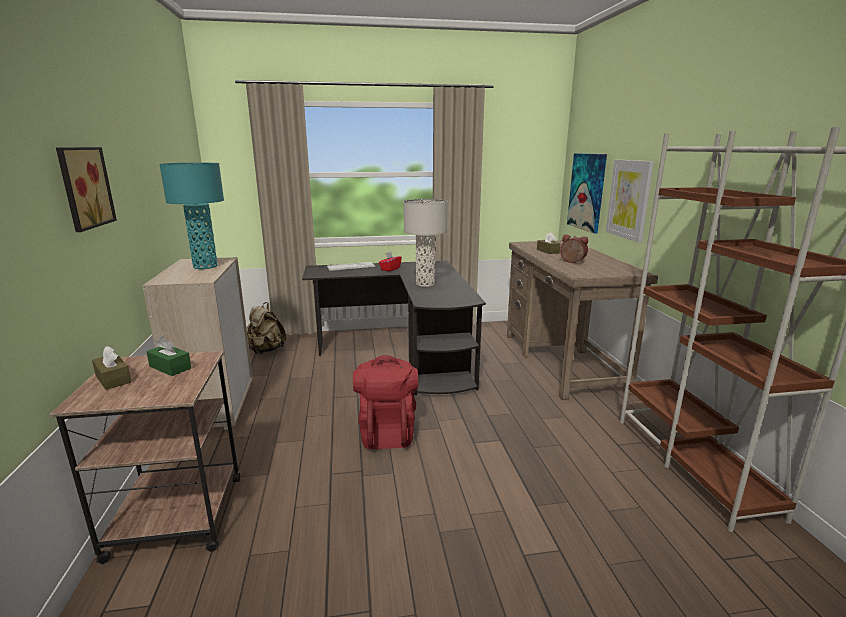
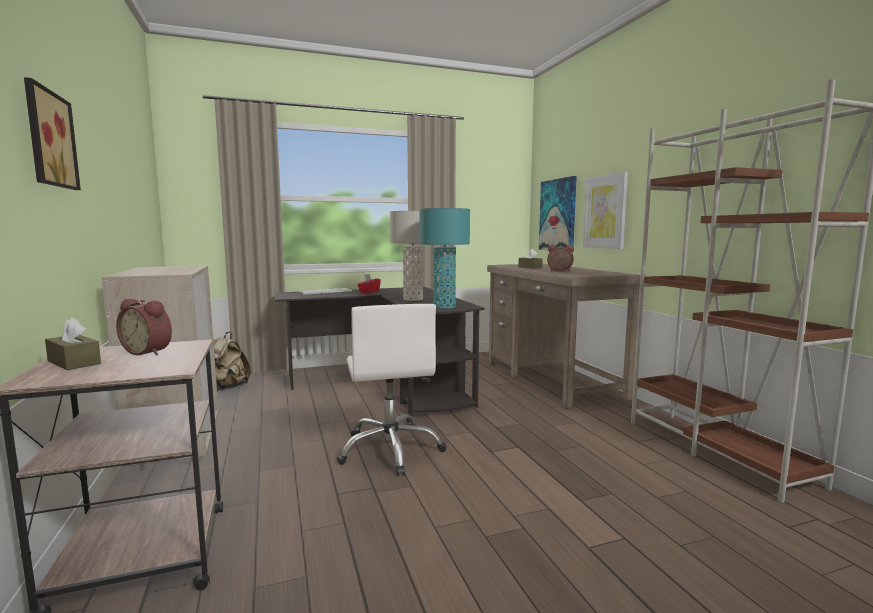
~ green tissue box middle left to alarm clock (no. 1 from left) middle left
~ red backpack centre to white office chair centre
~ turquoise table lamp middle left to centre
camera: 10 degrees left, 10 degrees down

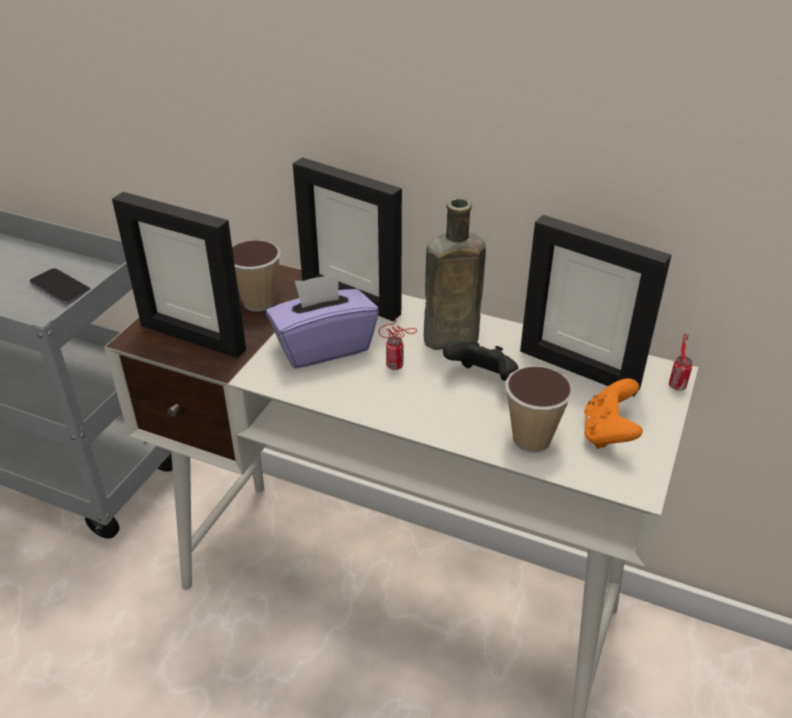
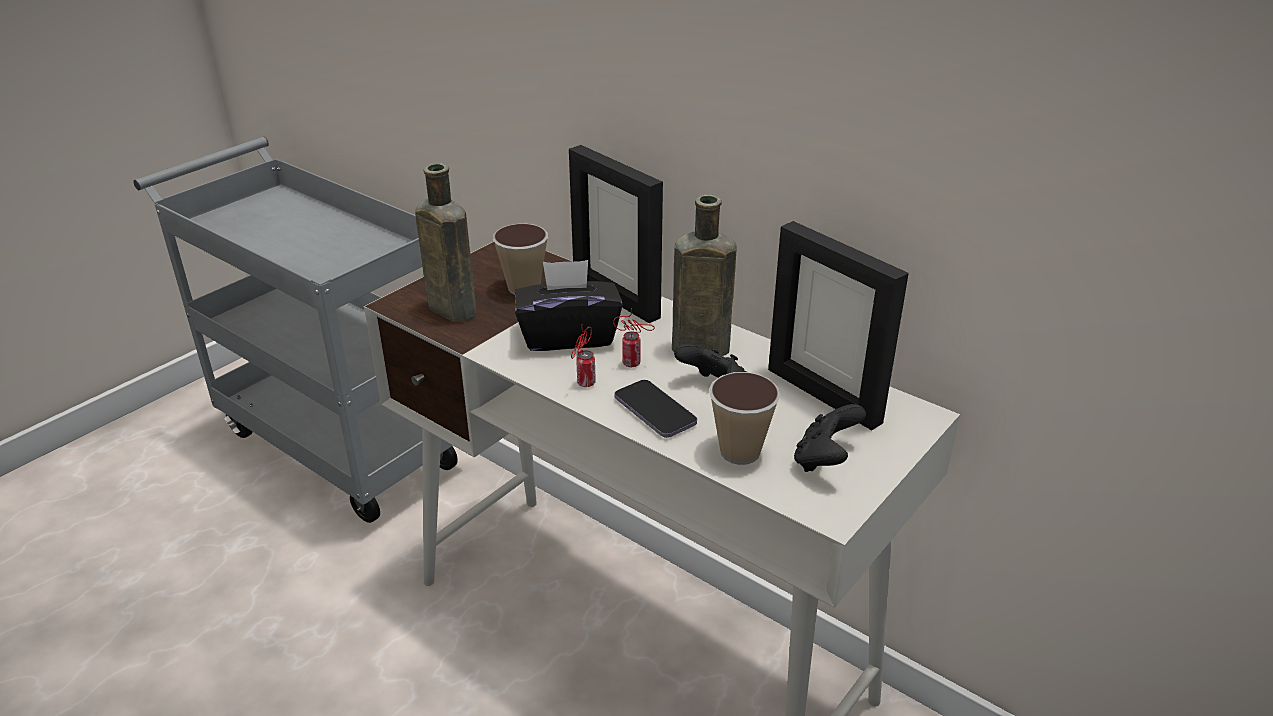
~ picture frame (no. 1 from left) middle left to brown bottle (no. 1 from left) centre
~ purple tissue box centre to black tissue box centre
~ can (no. 2 from left in the first image) middle right to can (no. 1 from left) centre
~ phone middle left to centre
~ orange game controller middle right to black game controller (no. 2 from left) centre
camera: 15 degrees right, 5 degrees down

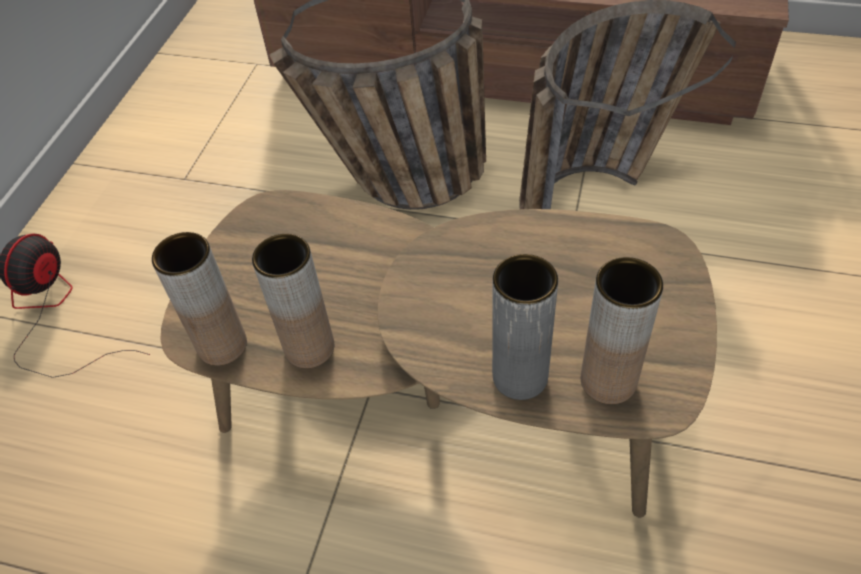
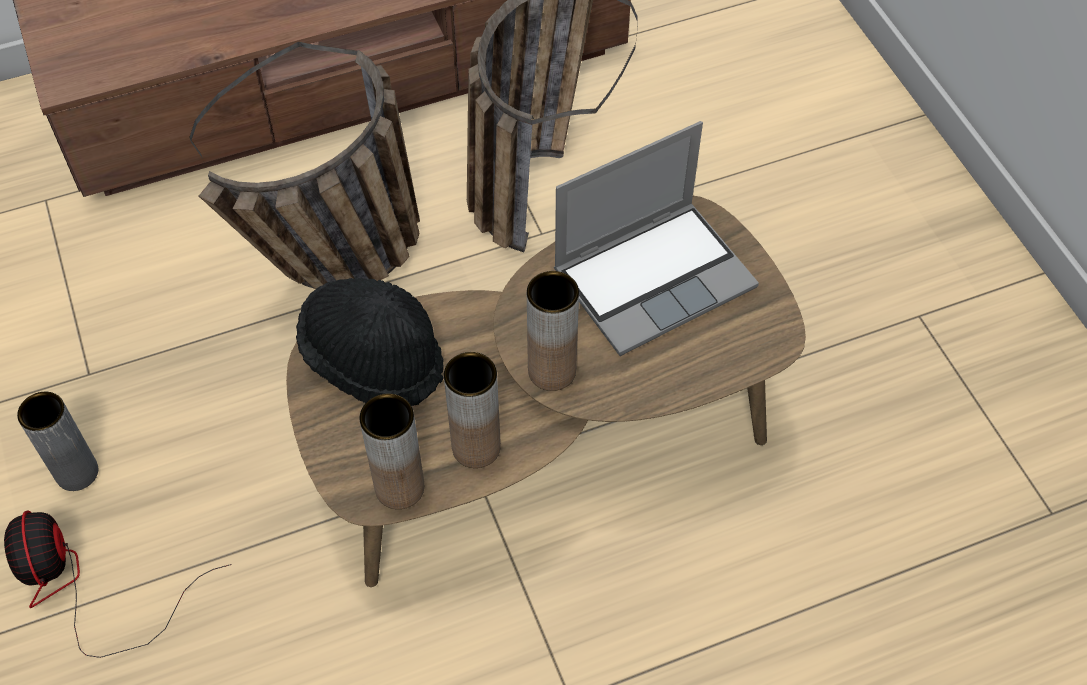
~ grey vase centre to middle left
+ black hat centre
~ brown vase (no. 3 from left) middle right to centre
+ laptop centre
camera: 40 degrees left, 5 degrees up

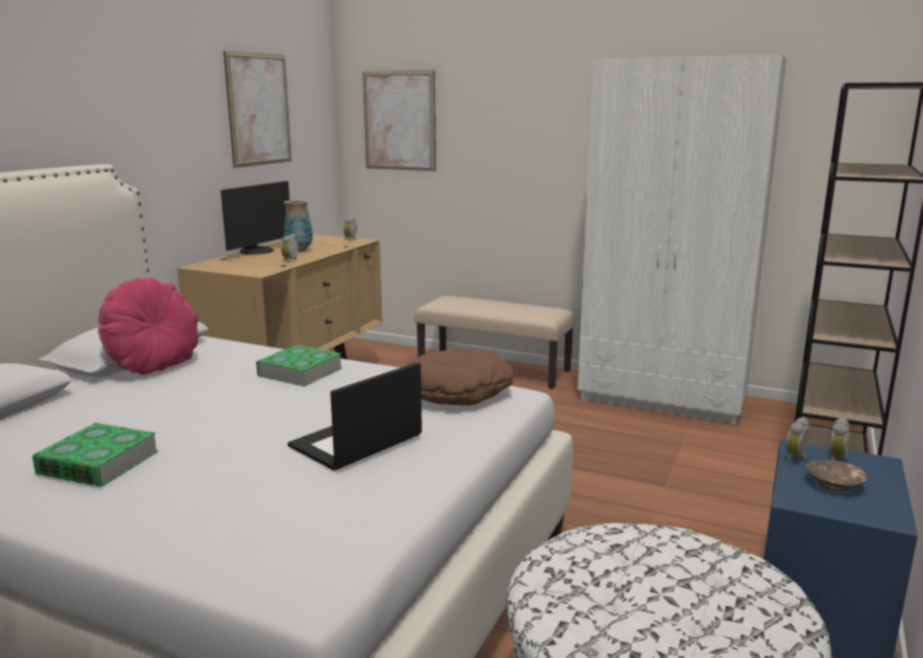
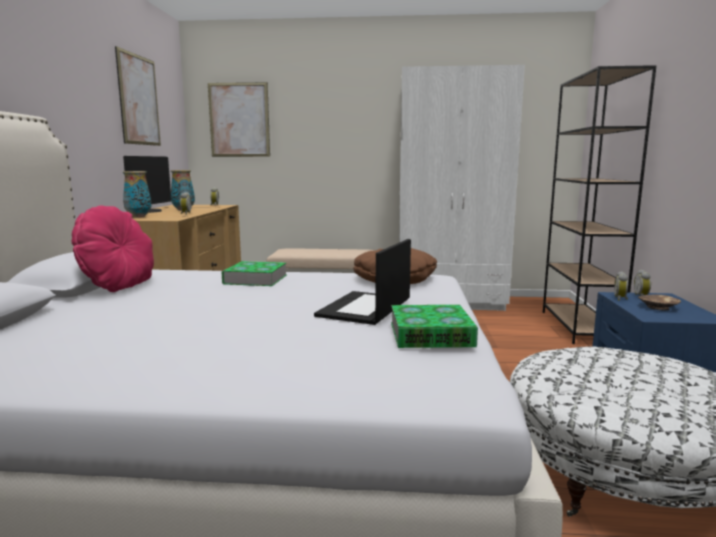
+ vase (no. 1 from left) middle left
~ book (no. 1 from left in the first image) bottom left to book (no. 2 from left) centre
camera: 20 degrees left, 5 degrees down

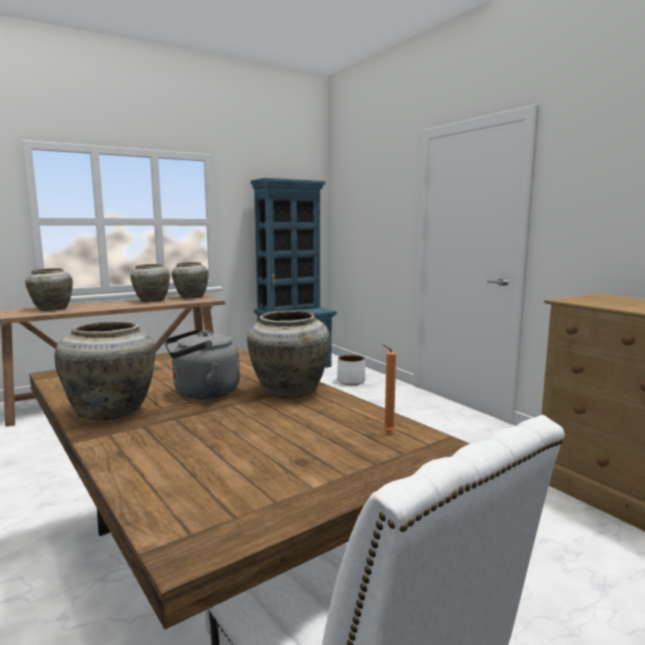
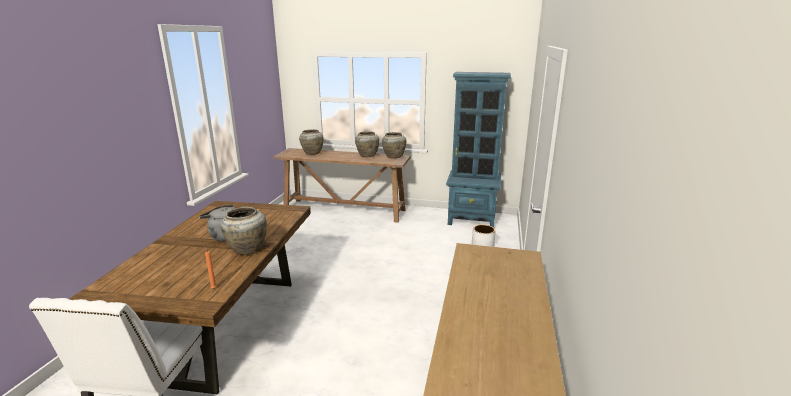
- beige vase (no. 2 from left) middle left
camera: 45 degrees right, 10 degrees up

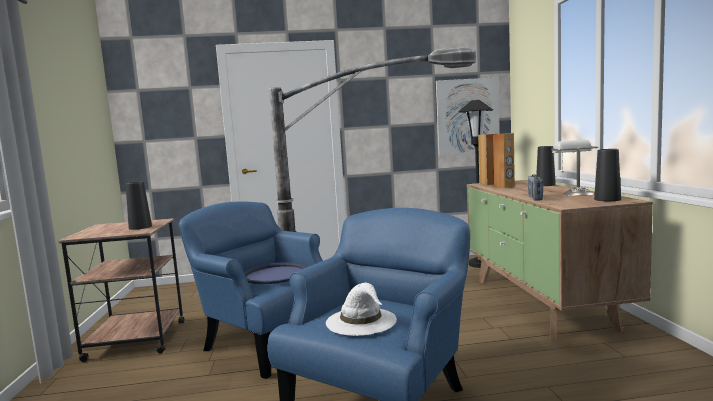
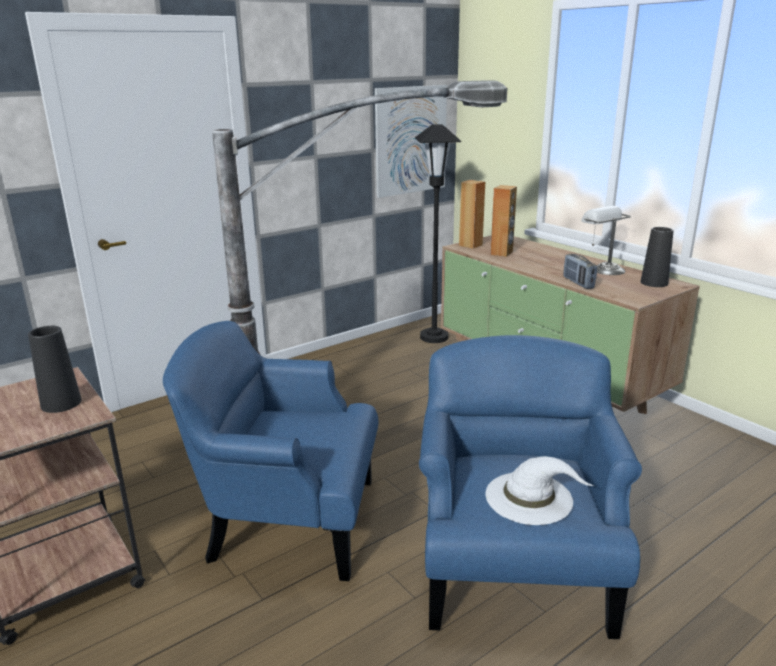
- blue tray bottom centre
- black vase (no. 2 from left) middle right
camera: 30 degrees left, 15 degrees up

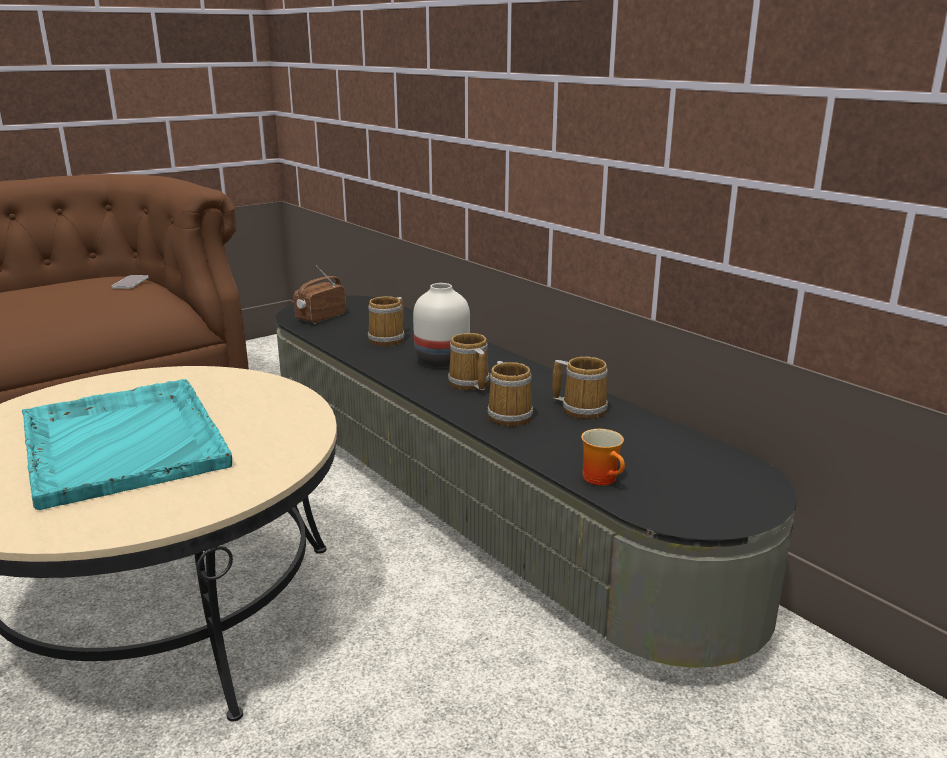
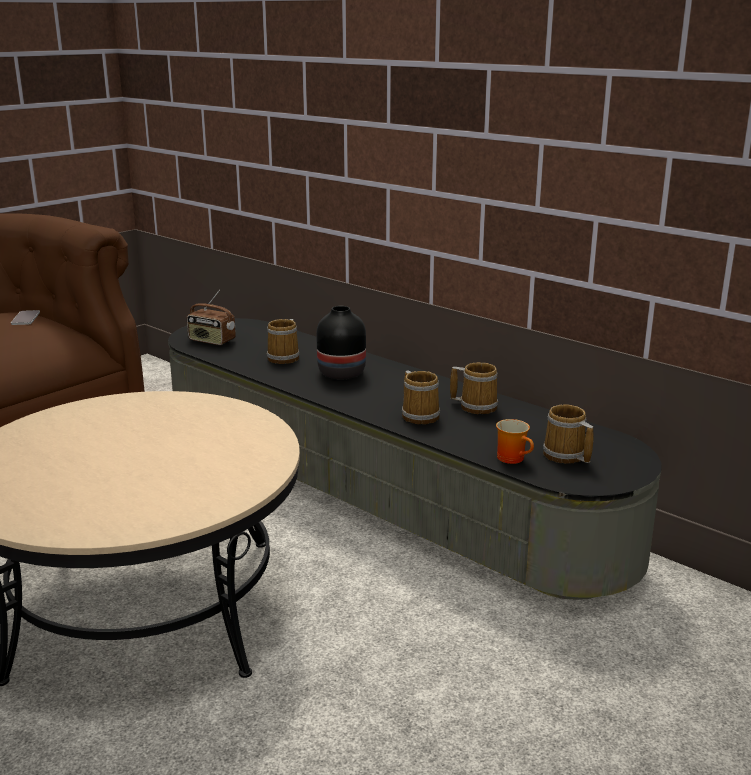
~ radio centre = middle left 90 degrees counterclockwise
~ white vase centre to black vase centre
~ mug (no. 2 from left in the first image) centre to mug (no. 5 from left) middle right
- turquoise tray middle left
camera: 10 degrees left, 0 degrees up

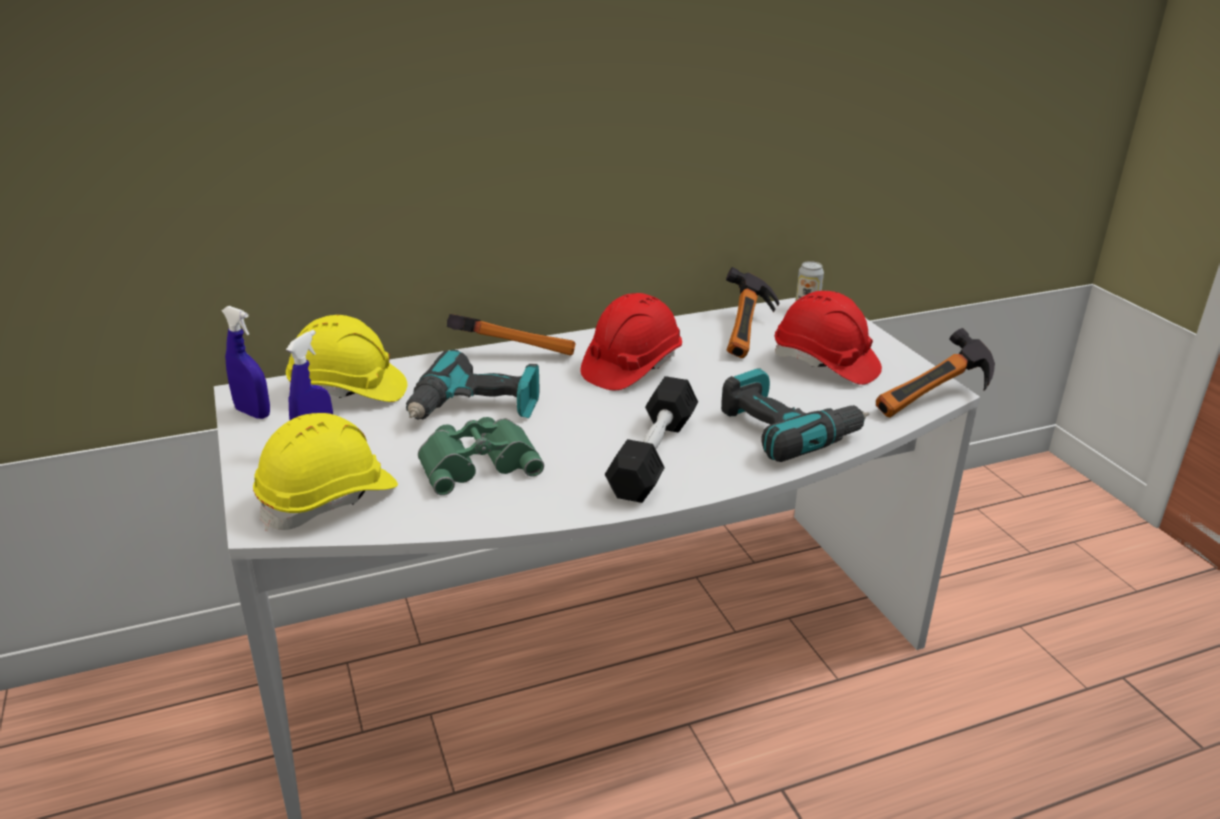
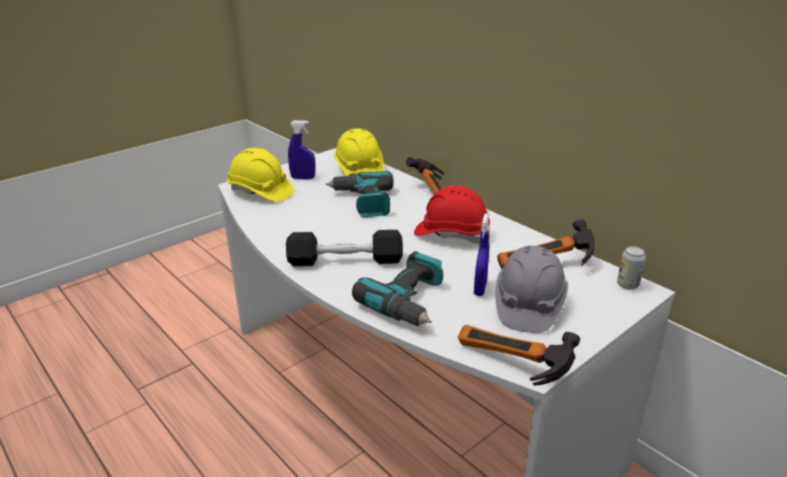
~ blue spray bottle (no. 1 from left in the first image) middle left to blue spray bottle (no. 2 from left) centre
~ red hard hat (no. 2 from left) middle right to grey hard hat middle right
- green binoculars centre
camera: 70 degrees right, 0 degrees up

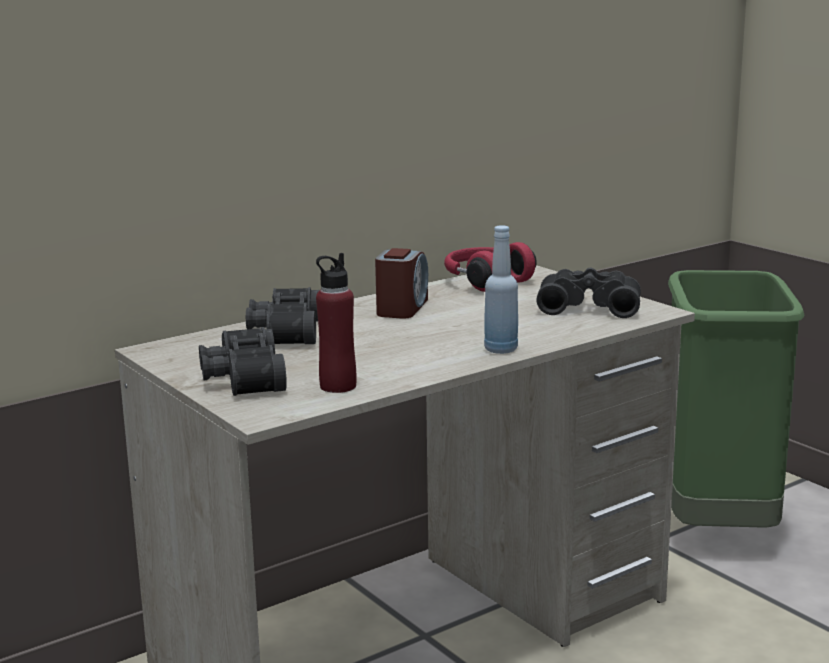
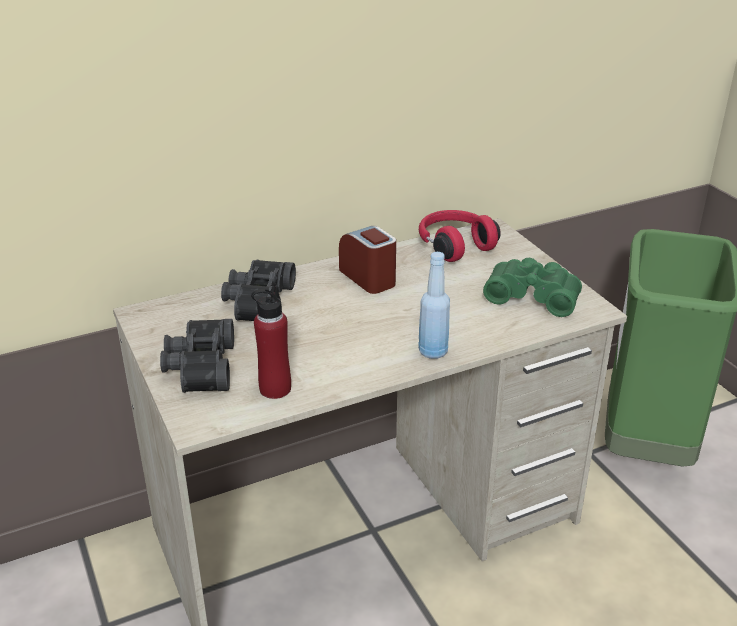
~ alarm clock centre = centre 60 degrees counterclockwise
~ black binoculars (no. 3 from left) middle right to green binoculars middle right
camera: 10 degrees right, 15 degrees up

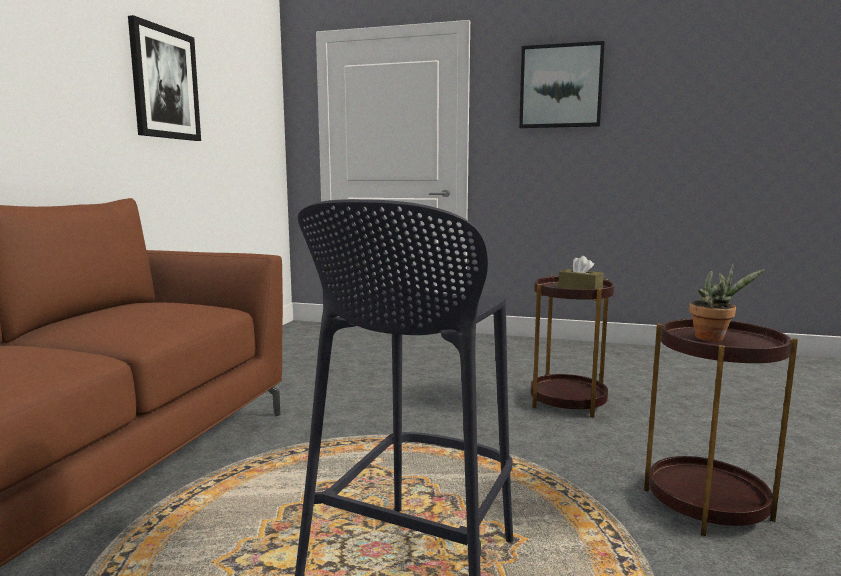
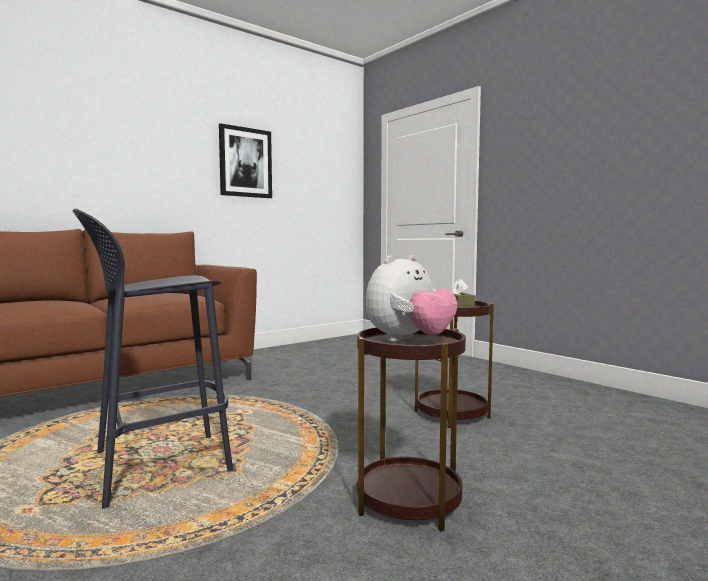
~ potted plant middle right to plush toy centre
- picture (no. 2 from left) top right
camera: 35 degrees right, 5 degrees down

